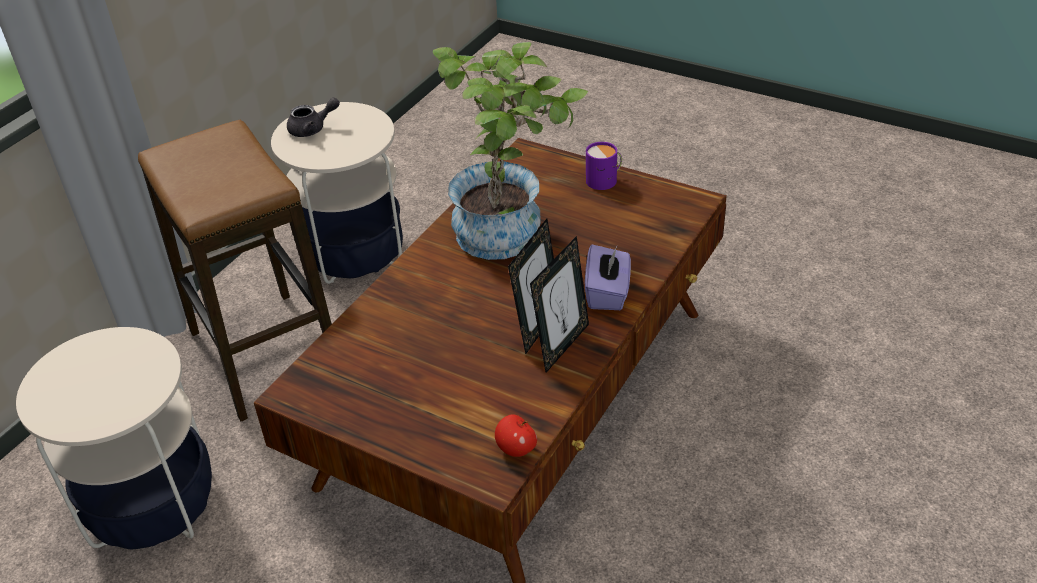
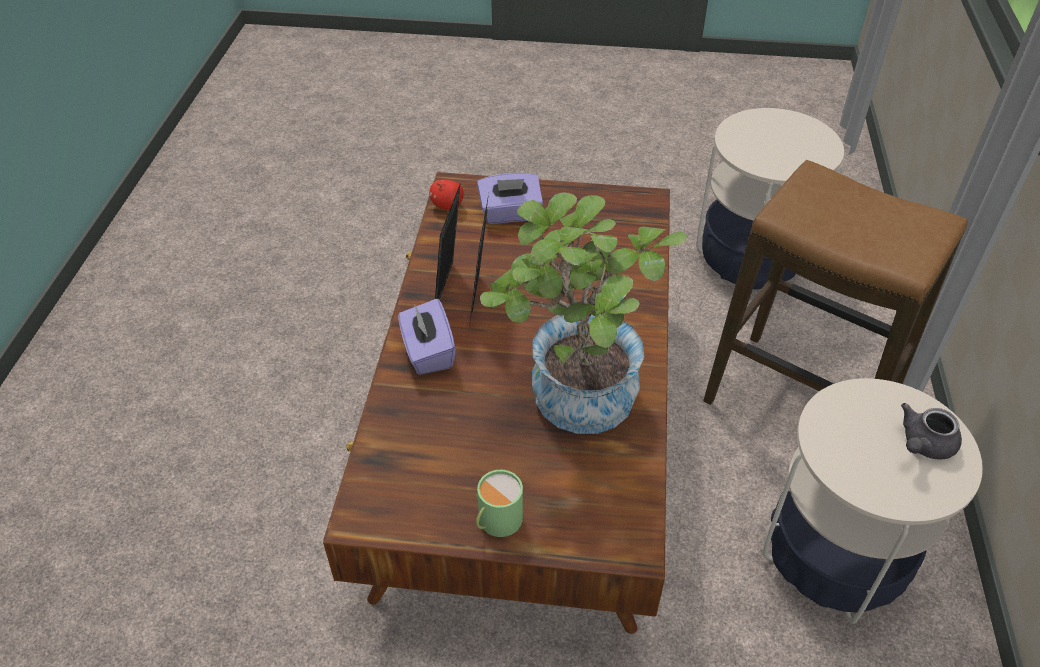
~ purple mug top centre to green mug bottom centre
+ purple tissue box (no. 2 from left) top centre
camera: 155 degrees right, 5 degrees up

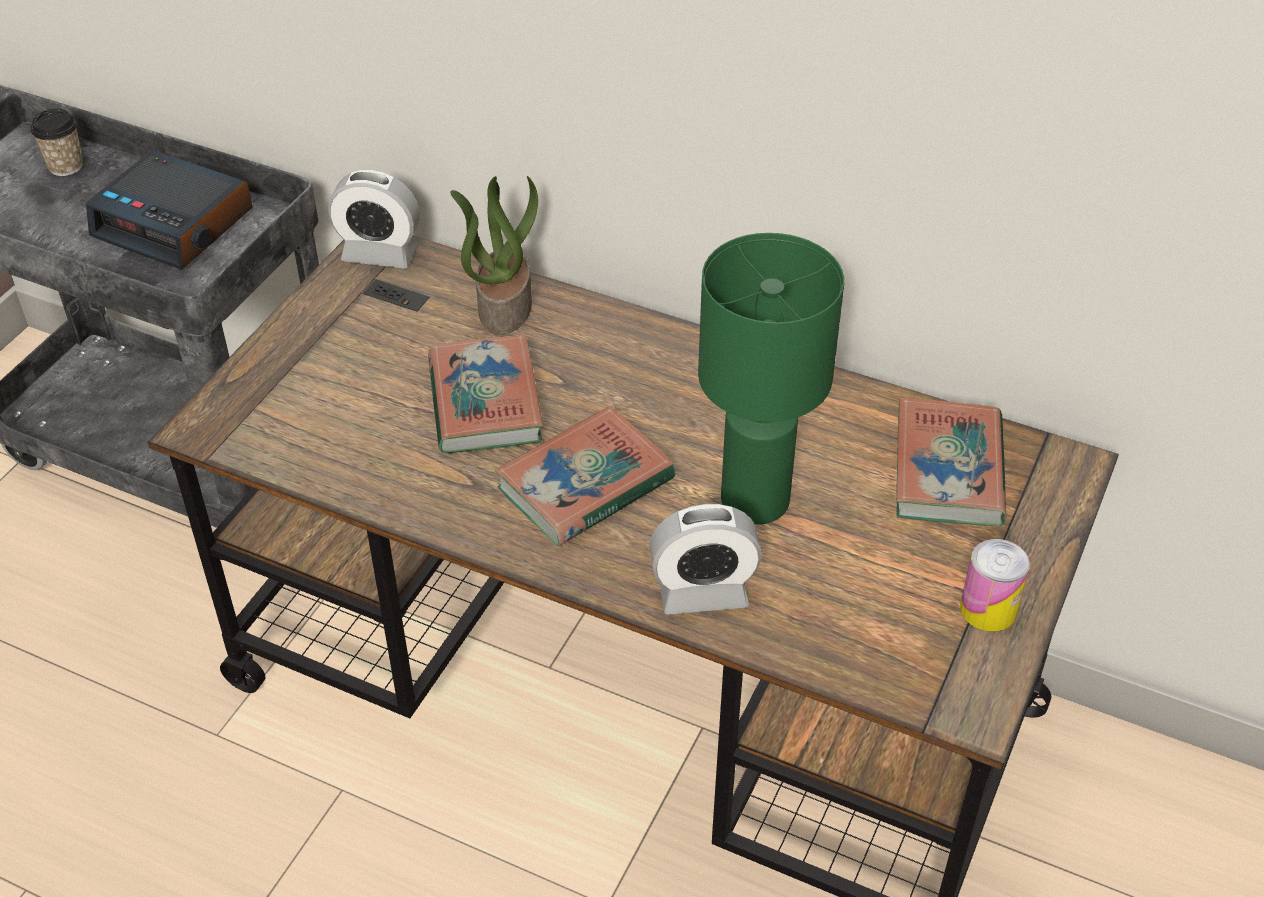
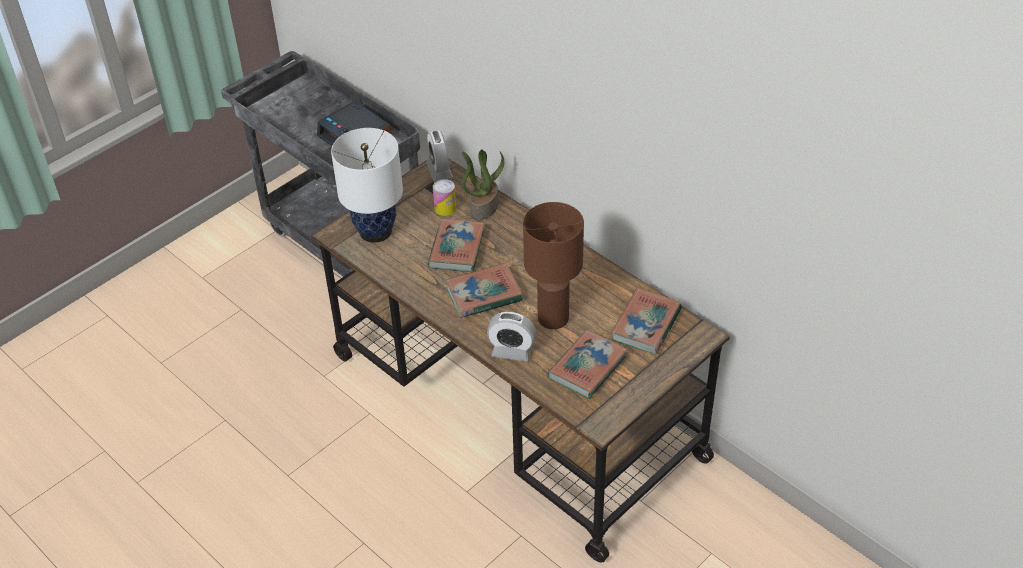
+ white table lamp top centre
~ alarm clock (no. 2 from left) top left = top centre 45 degrees clockwise
~ can middle right to centre
~ green table lamp centre to brown table lamp centre
+ book (no. 3 from left) centre
- cup top left
camera: 20 degrees right, 0 degrees up

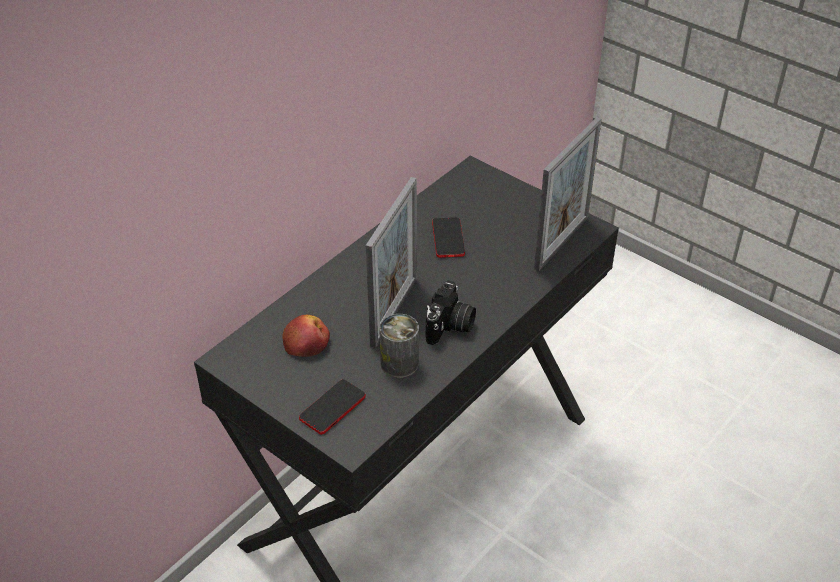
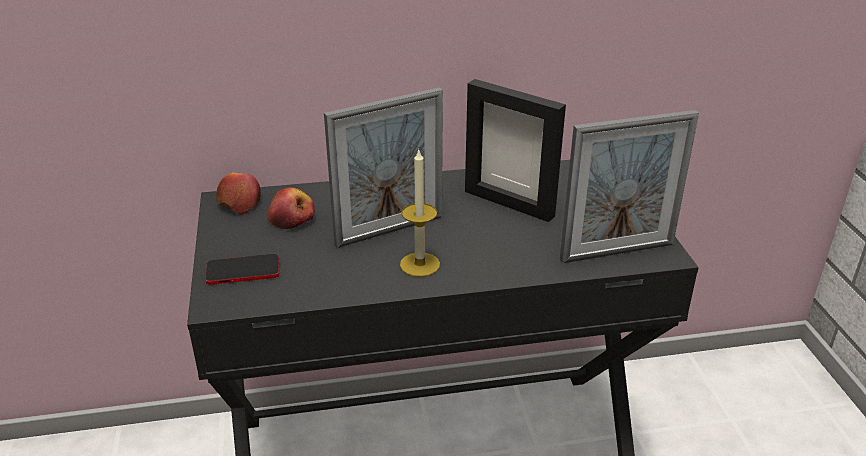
+ apple (no. 1 from left) middle left
~ photo camera centre to candle centre
~ phone (no. 2 from left) centre to picture frame (no. 2 from left) top centre
- can centre
camera: 40 degrees right, 10 degrees down

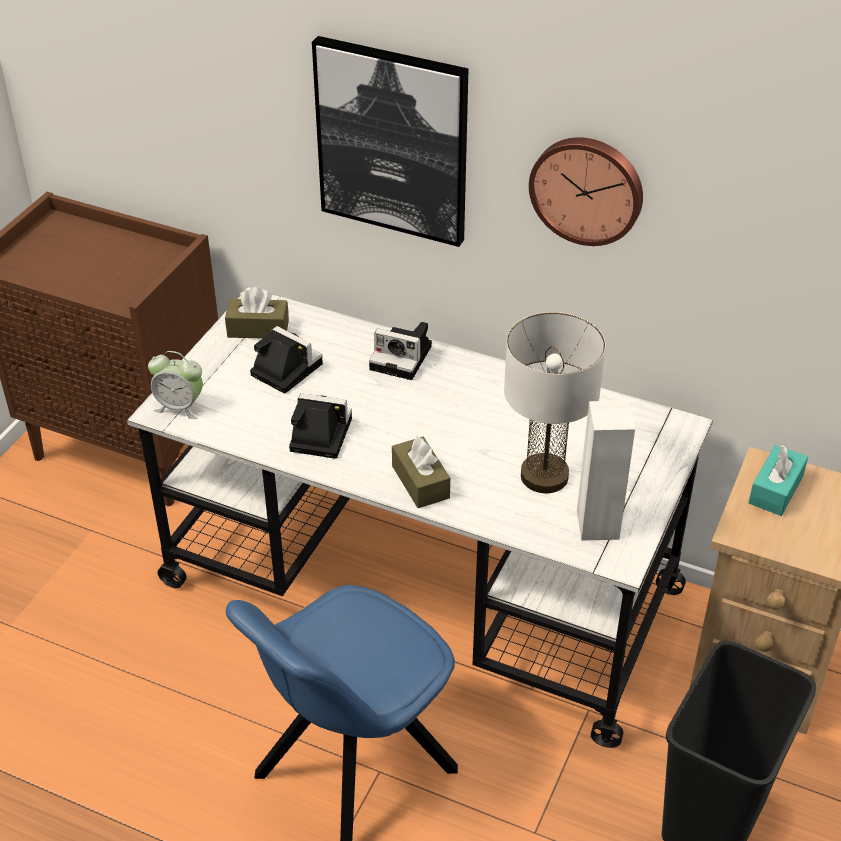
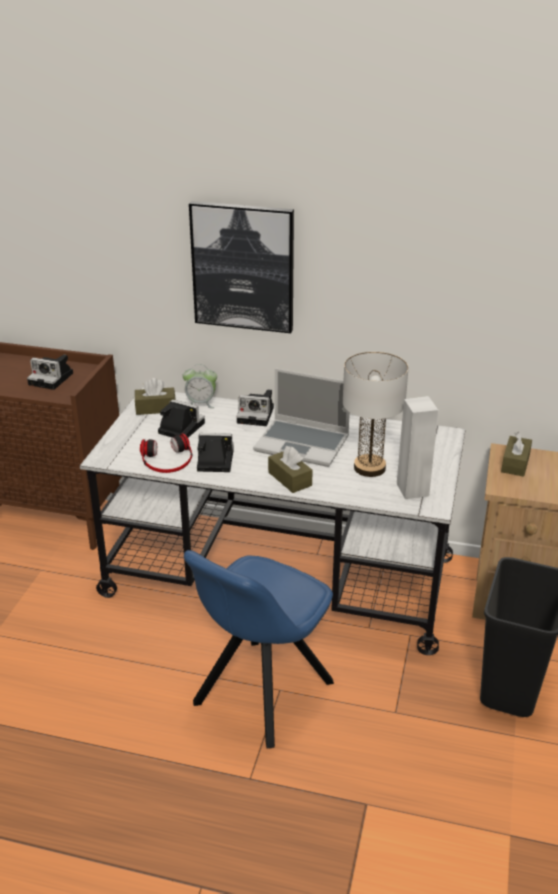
+ photo camera (no. 1 from left) middle left
+ headphones middle left
~ alarm clock middle left to centre
+ laptop centre
~ turquoise tissue box middle right to brown tissue box (no. 3 from left) middle right
- wall clock top right
camera: 10 degrees left, 10 degrees down

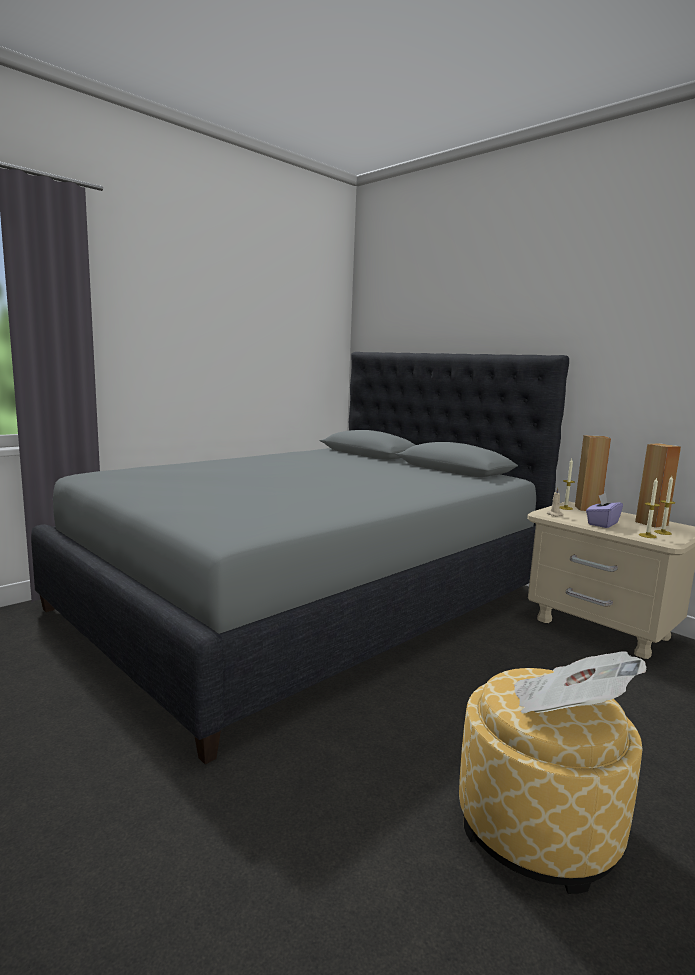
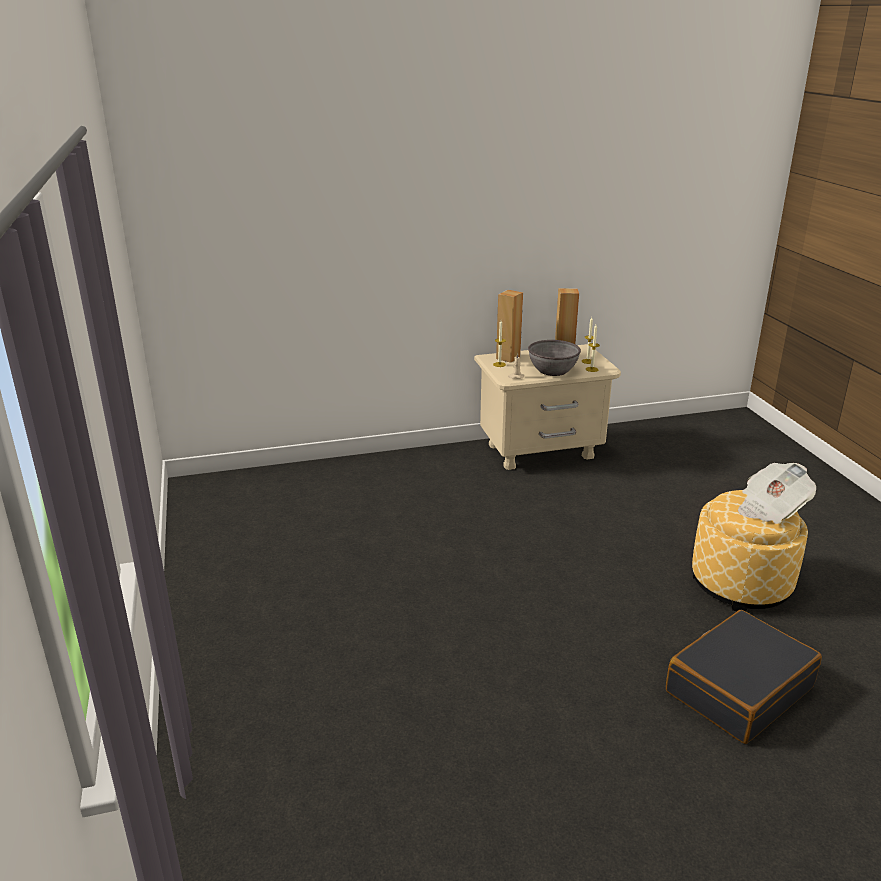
~ purple tissue box middle right to grey bowl centre
+ black suitcase bottom right
- grey bed centre
camera: 60 degrees left, 15 degrees up

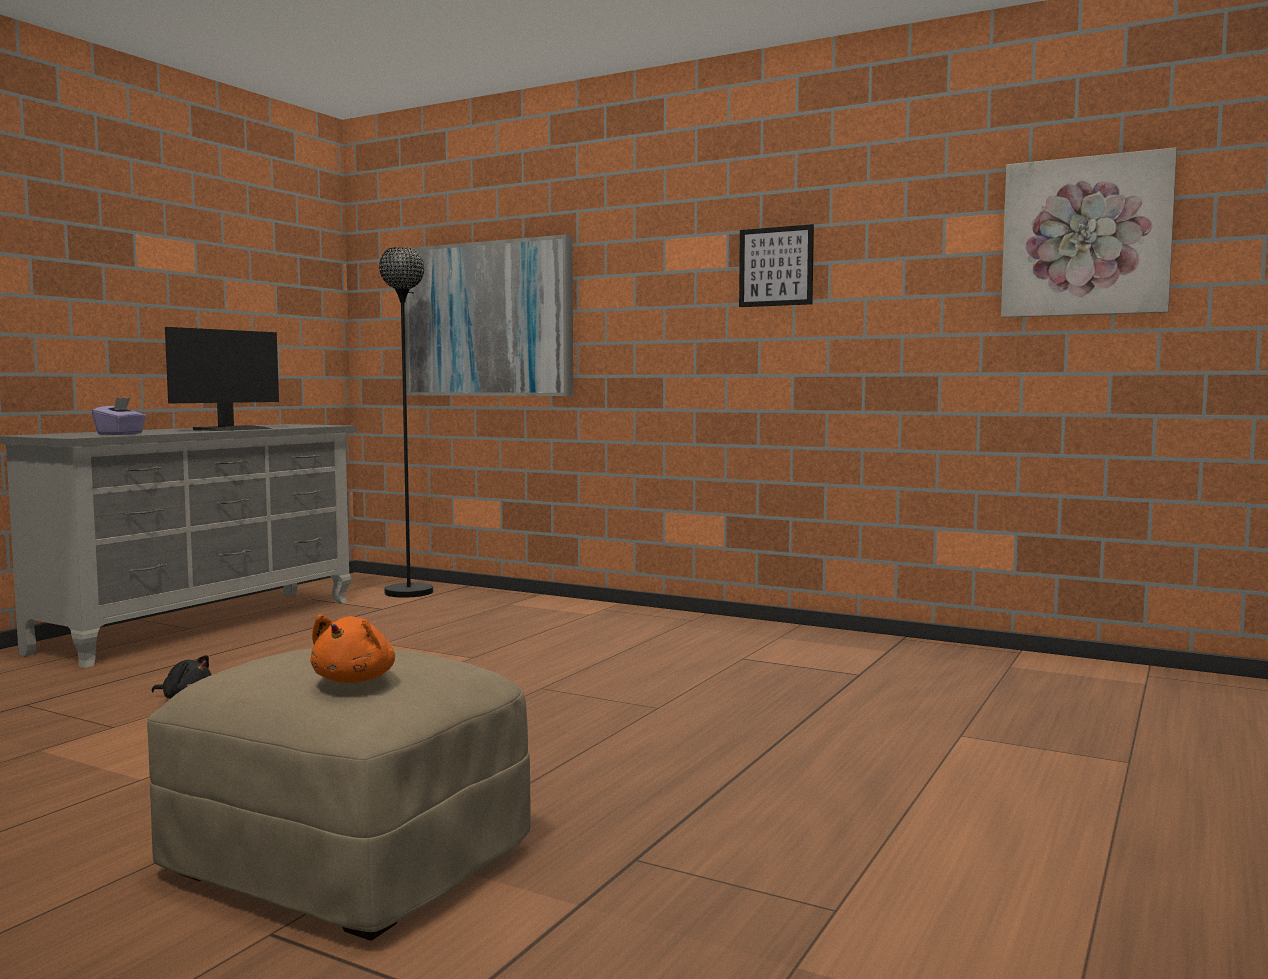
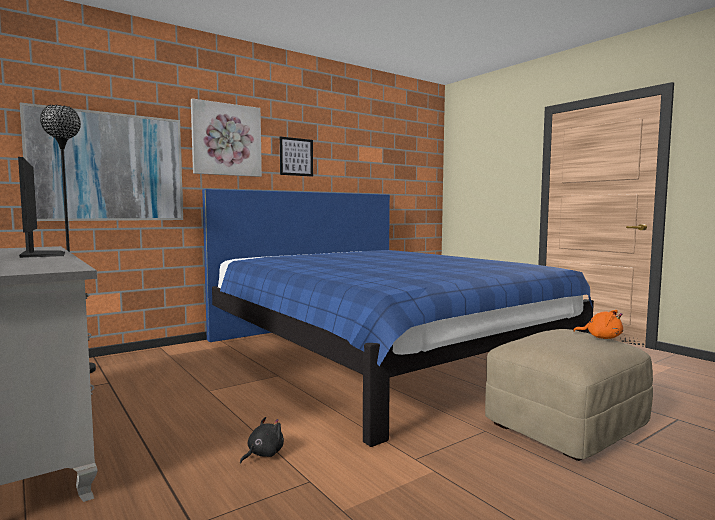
~ picture (no. 3 from left in the first image) top right to picture (no. 2 from left) top left
+ blue bed centre
- purple tissue box middle left
camera: 65 degrees left, 0 degrees up

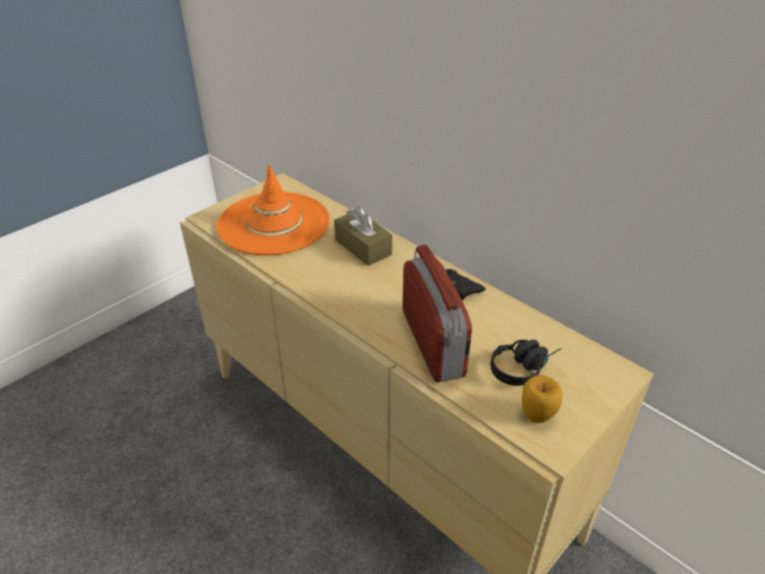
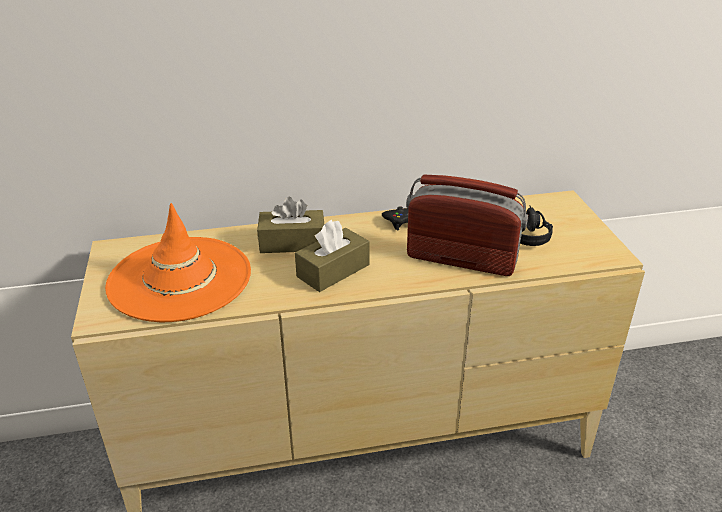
+ brown tissue box (no. 2 from left) centre
- apple bottom right
camera: 55 degrees left, 5 degrees down

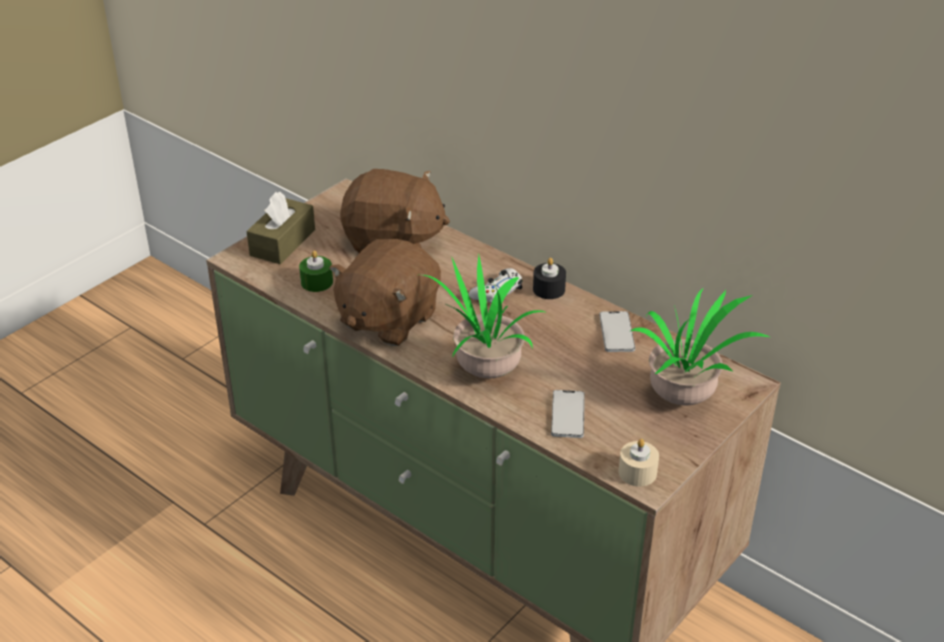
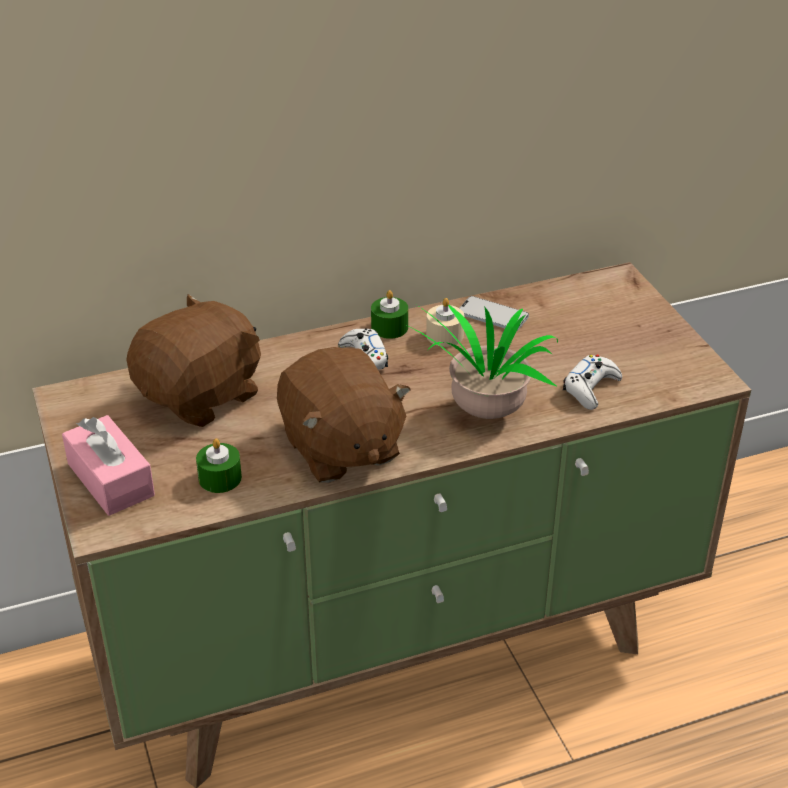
~ brown tissue box middle left to pink tissue box middle left
~ black candle centre to green candle (no. 2 from left) centre
~ beige candle bottom right to centre
~ phone (no. 1 from left) centre to white game controller (no. 2 from left) middle right
- potted plant (no. 2 from left) middle right
camera: 60 degrees left, 0 degrees up

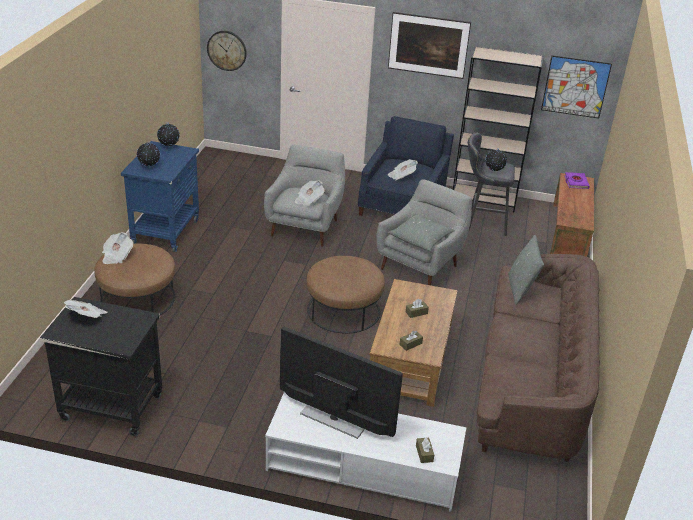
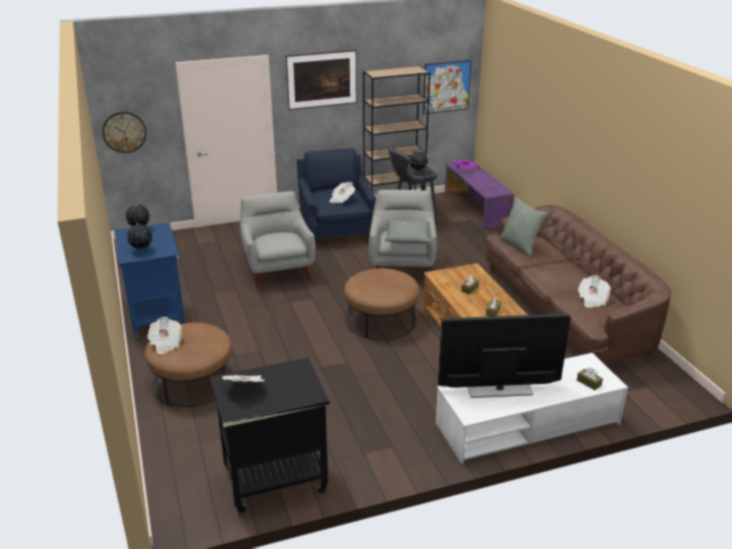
~ brown bench middle right to purple bench centre
~ newspaper (no. 3 from left in the first image) centre to newspaper (no. 4 from left) middle right
camera: 30 degrees left, 5 degrees down

